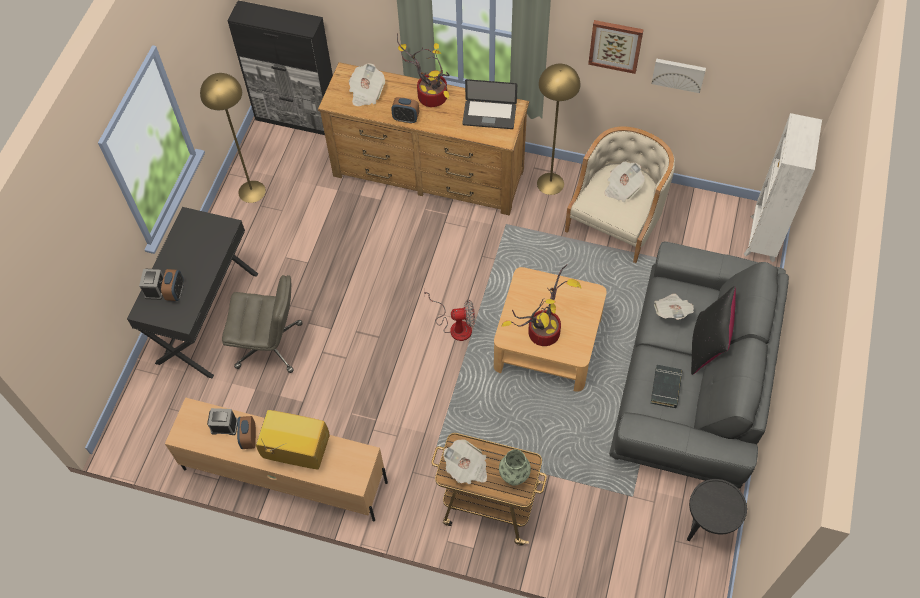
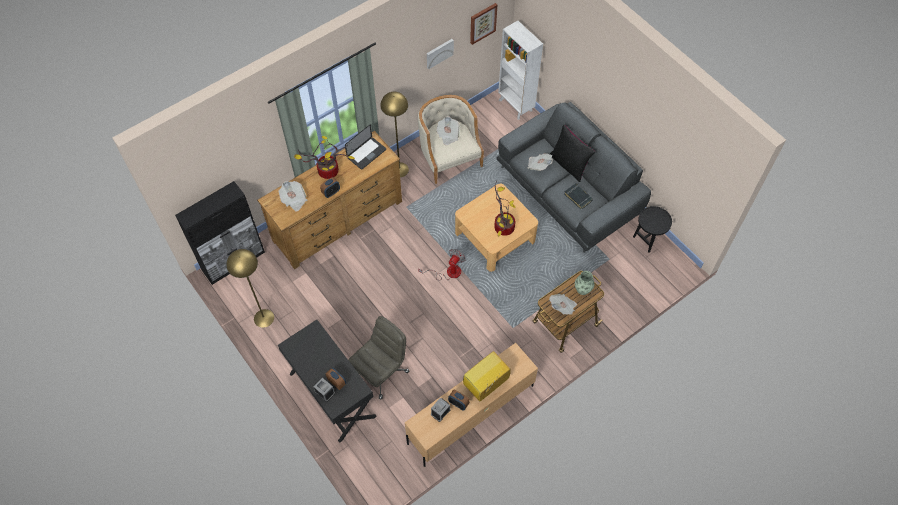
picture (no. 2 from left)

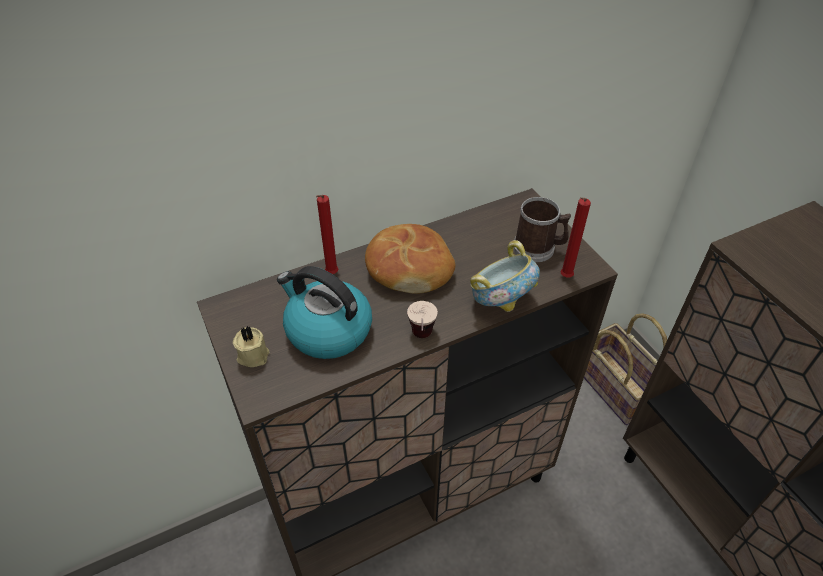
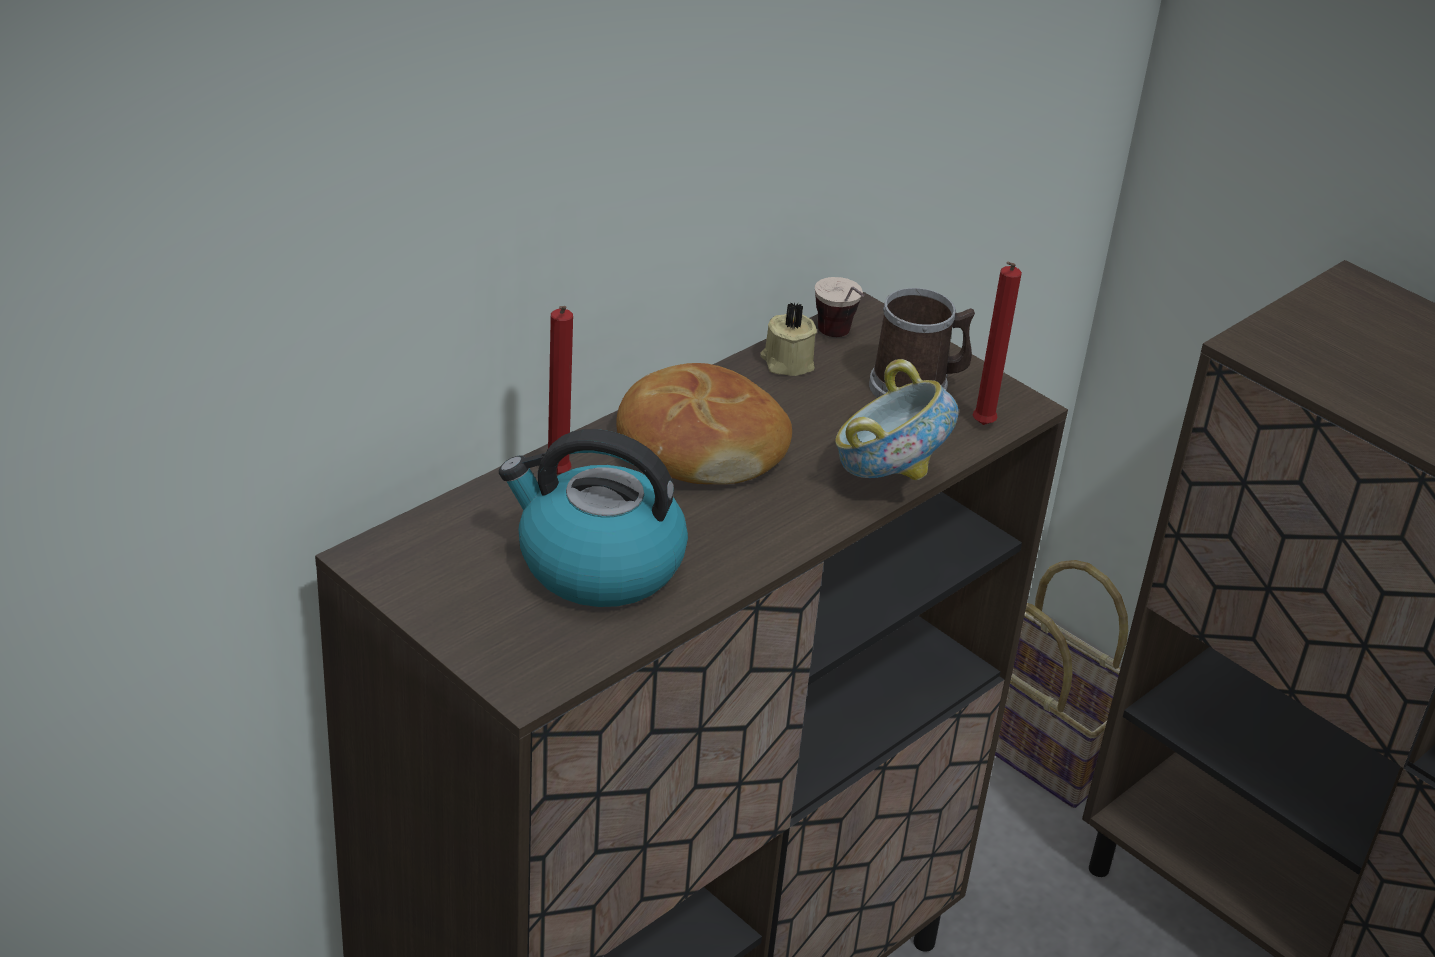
candle/beige; cup

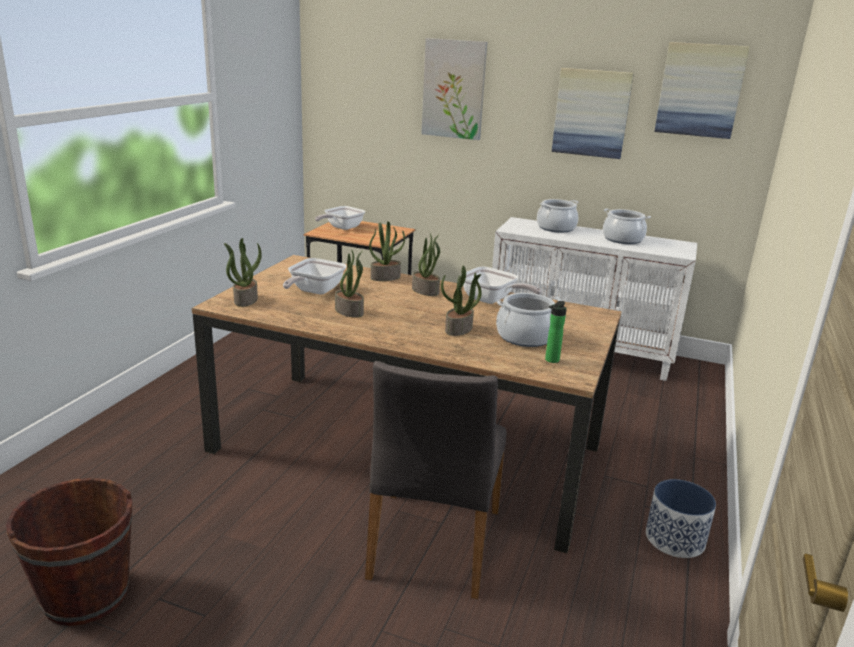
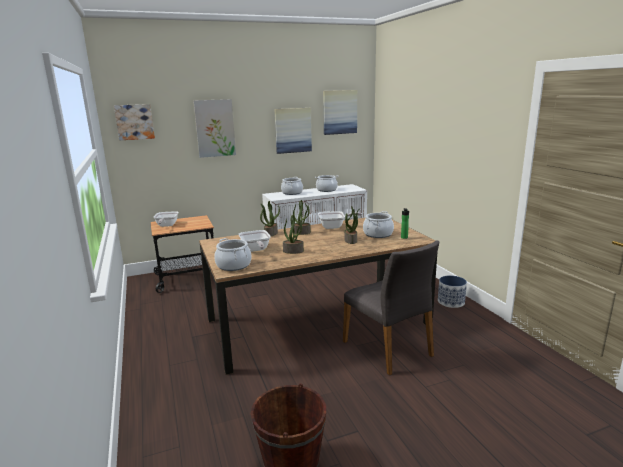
cooking pot (no. 1 from left); picture (no. 1 from left)

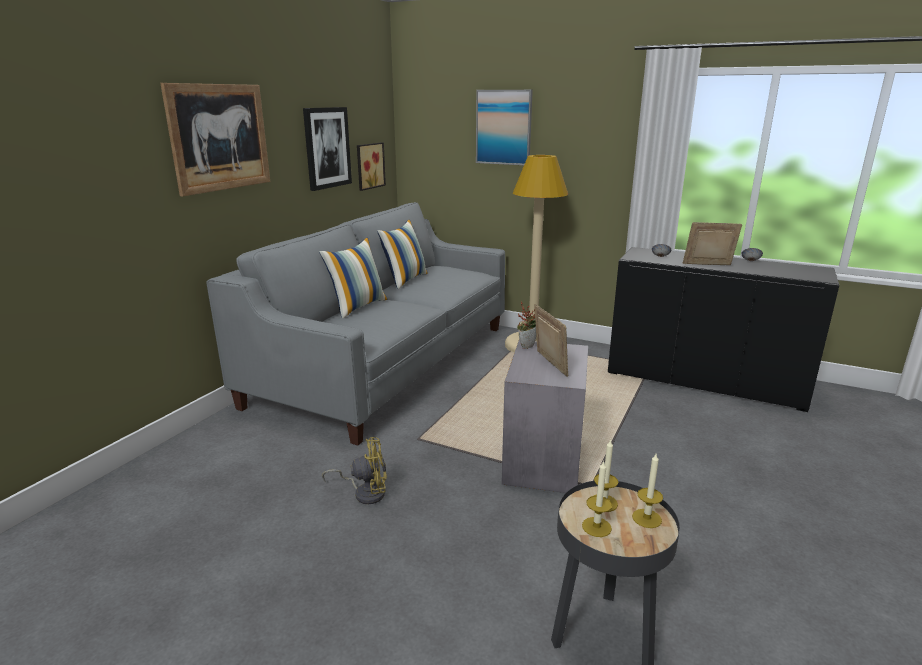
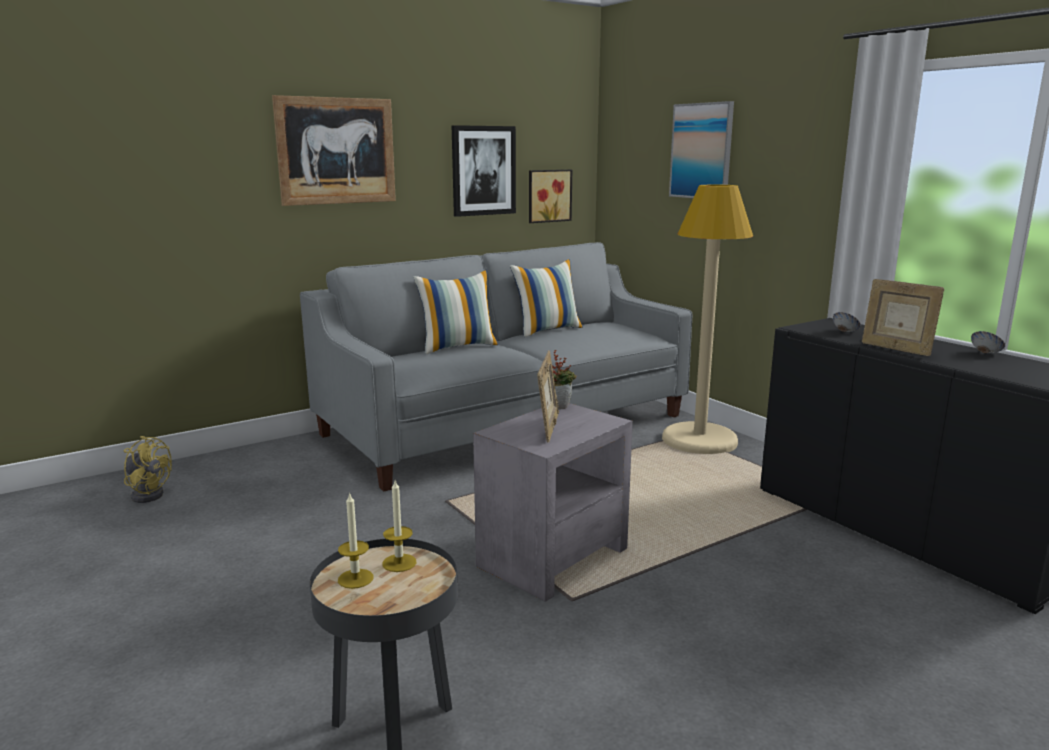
fan/yellow; candle (no. 3 from left in the first image); picture frame (no. 2 from left)

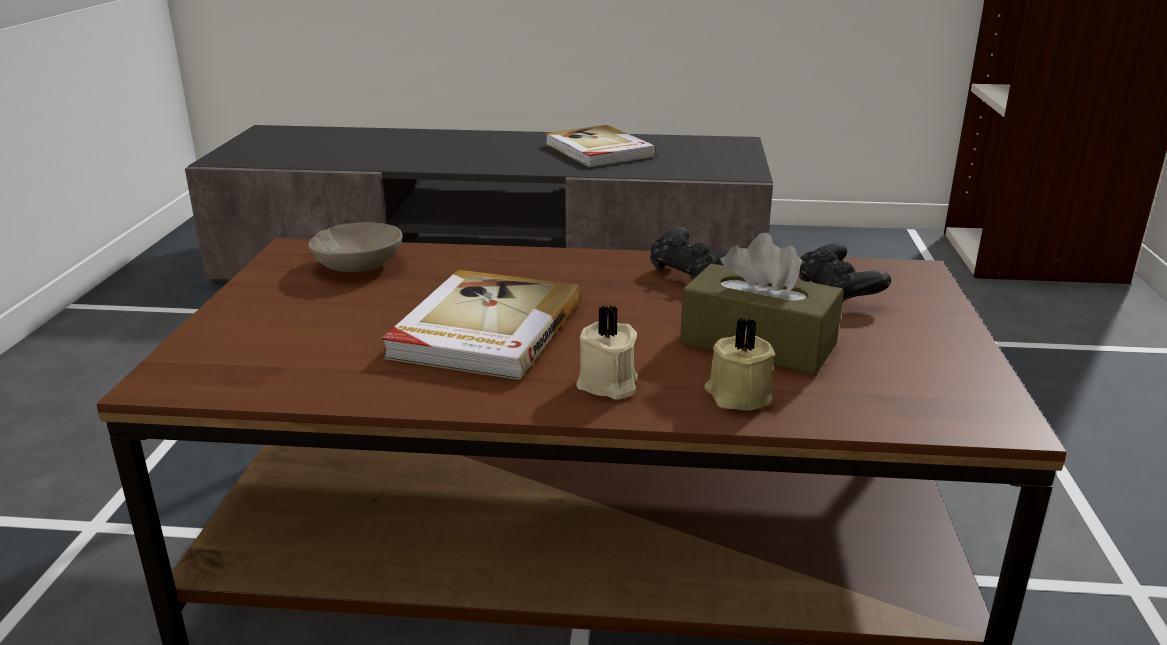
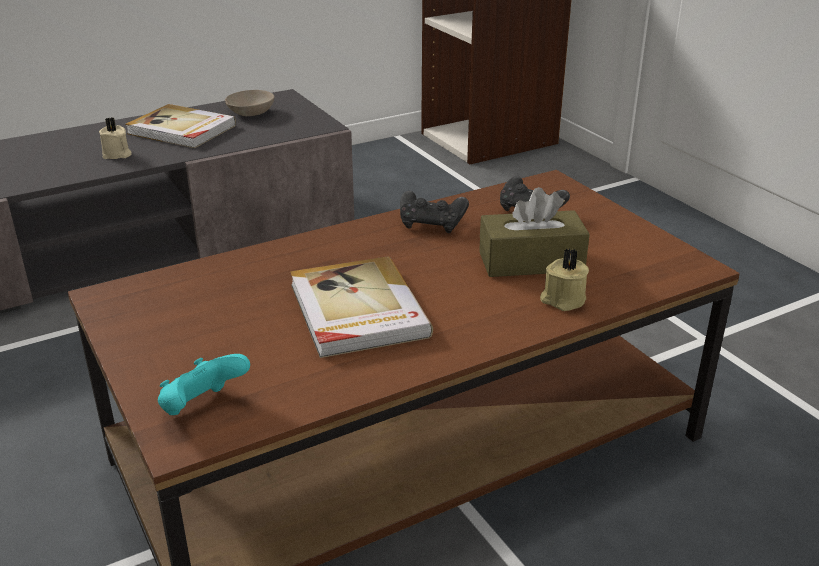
bowl/beige; candle/beige (no. 1 from left); game controller/turquoise

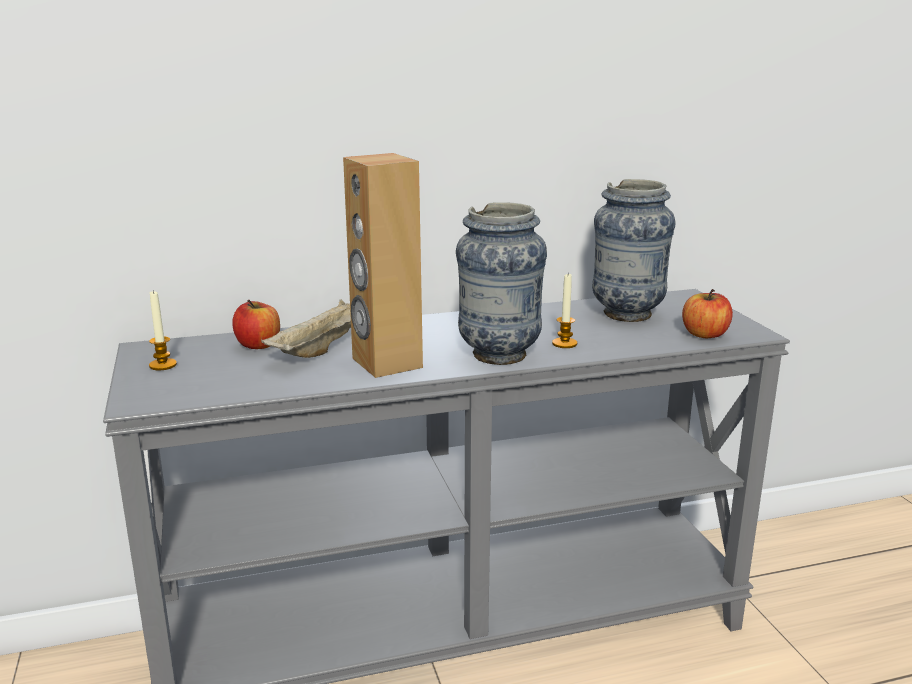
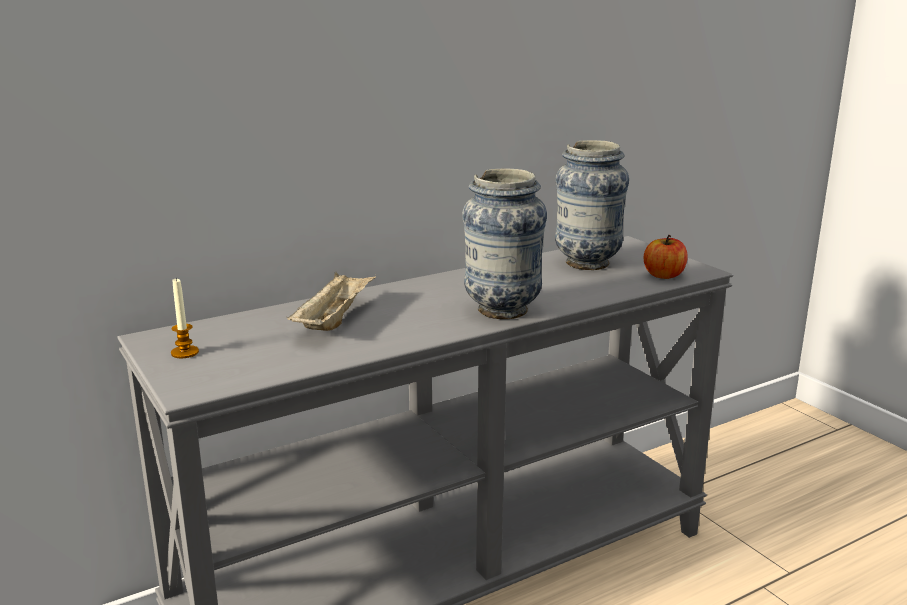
apple (no. 1 from left in the first image); speaker/brown; candle (no. 2 from left in the first image)

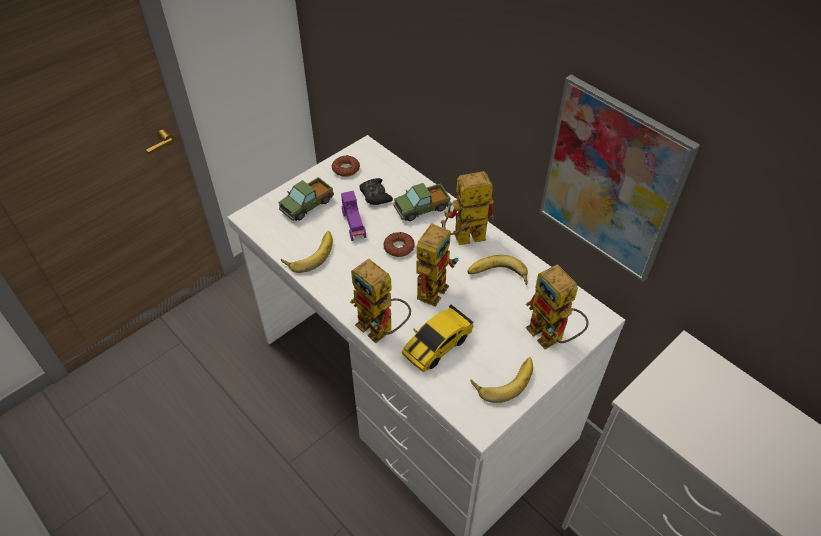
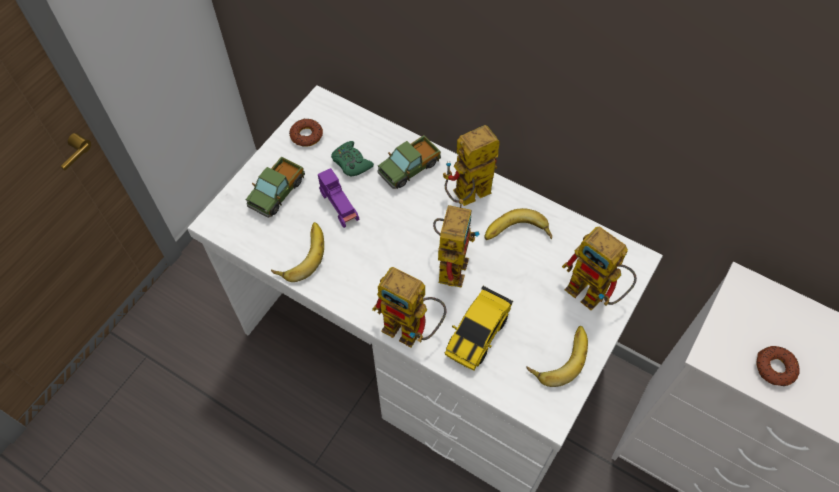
game controller/green; donut (no. 2 from left); picture

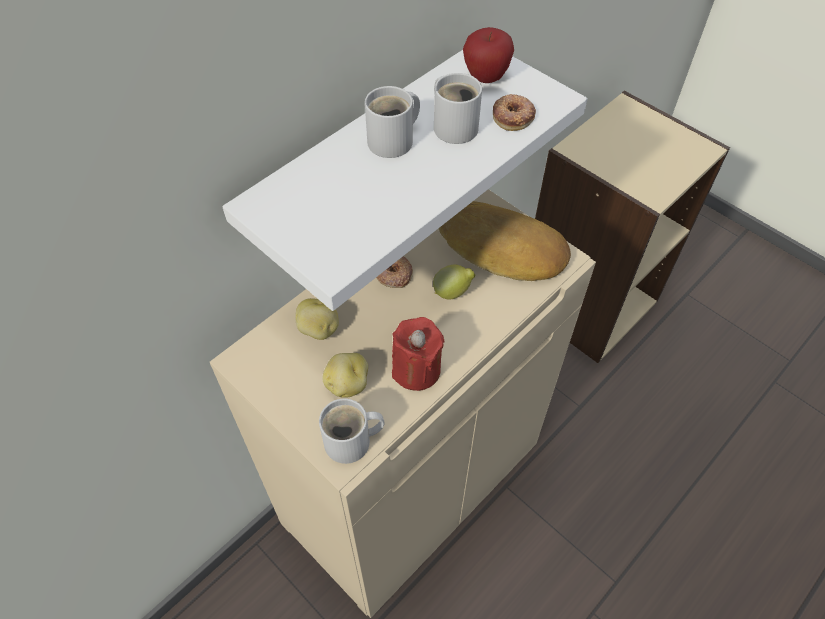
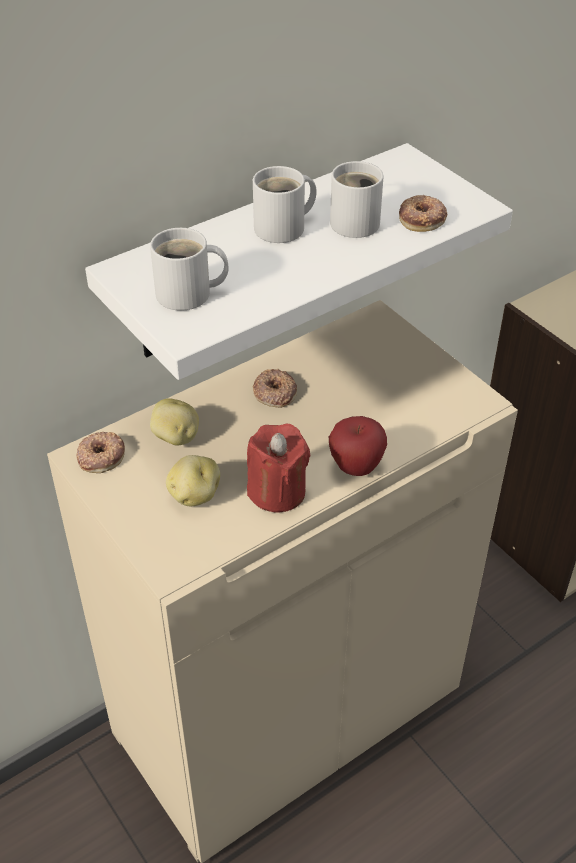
mug/white (no. 1 from left); lemon; bread; apple; donut (no. 1 from left)

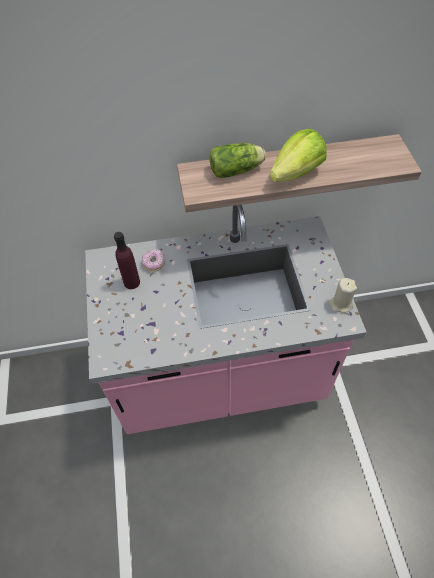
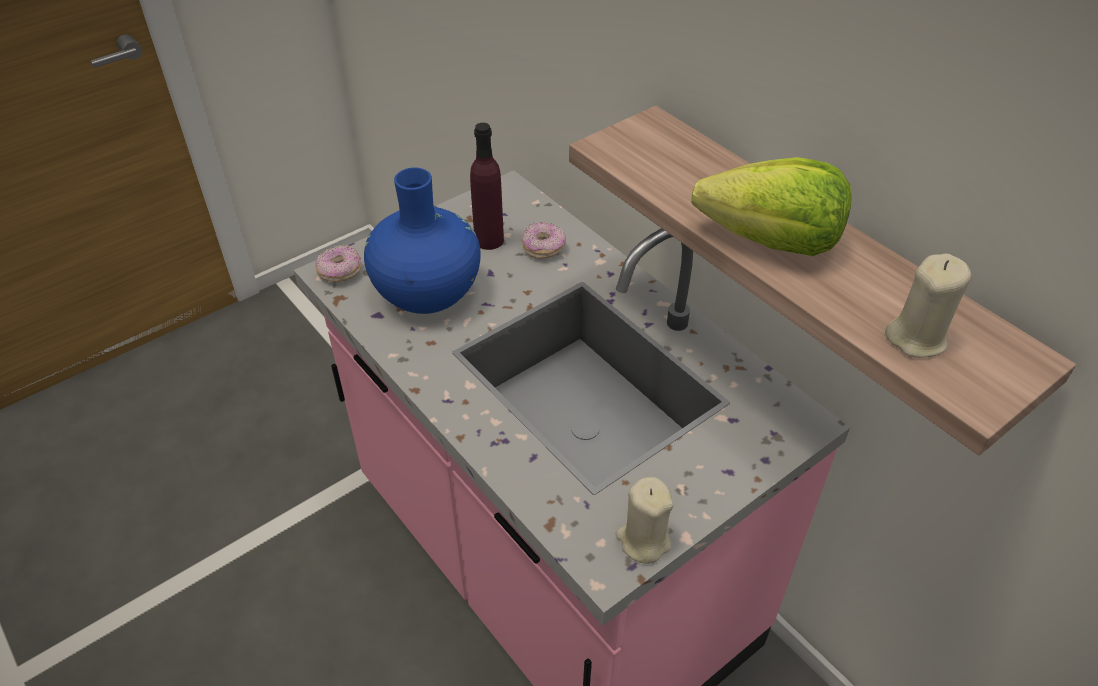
lettuce (no. 1 from left in the first image); donut (no. 1 from left); vase/blue; candle/beige (no. 2 from left)

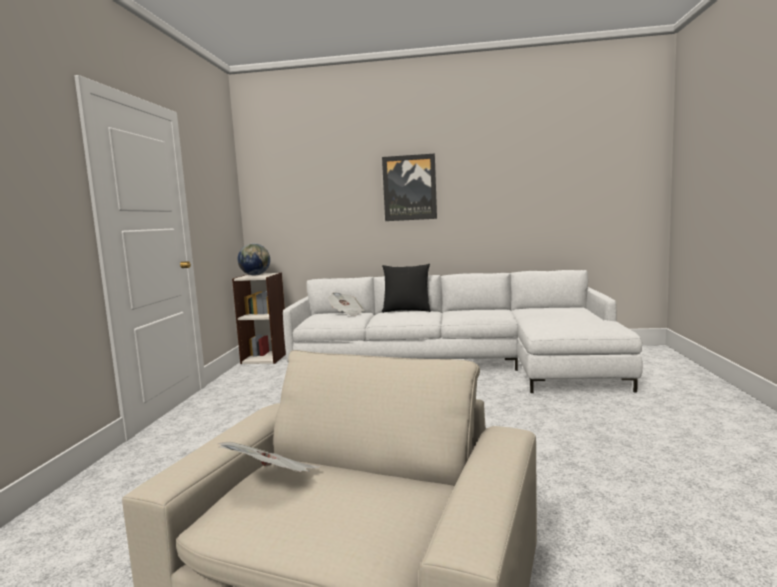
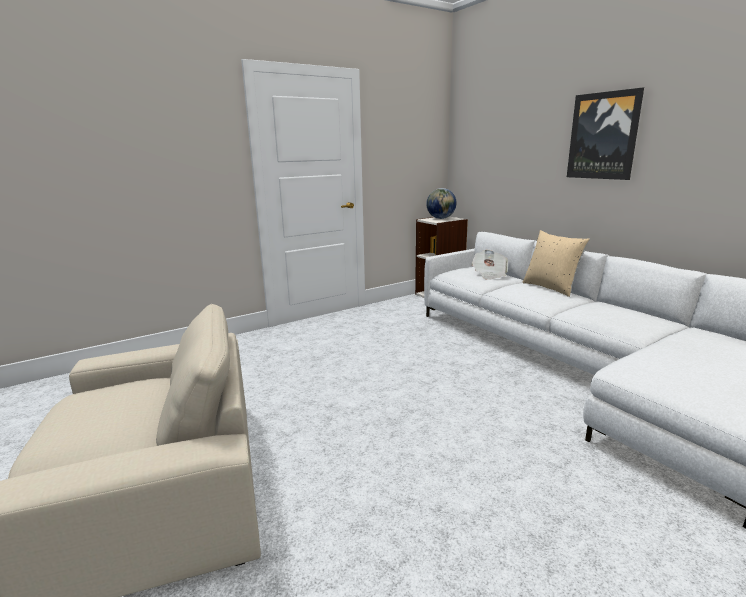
newspaper (no. 1 from left in the first image); pillow/beige

